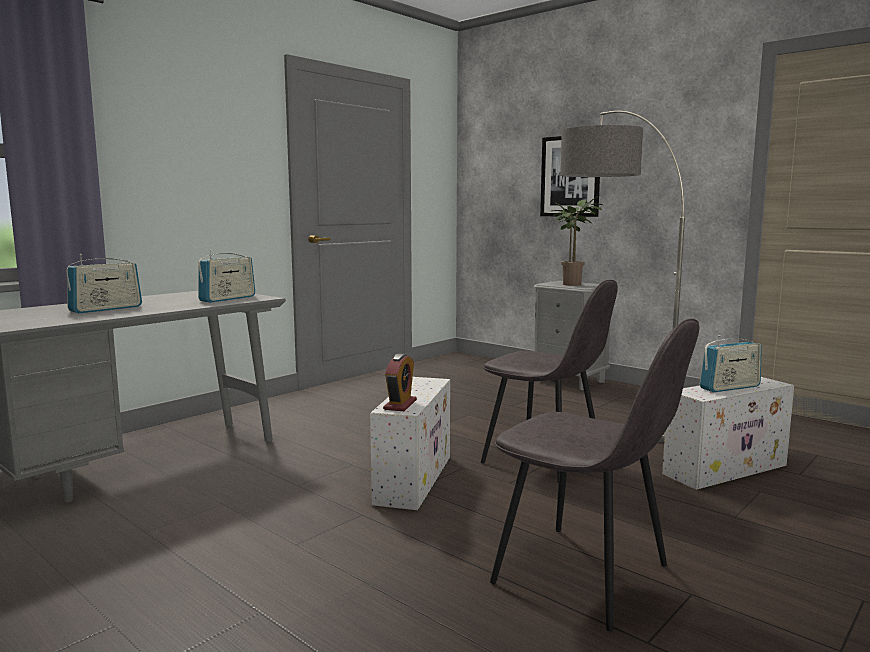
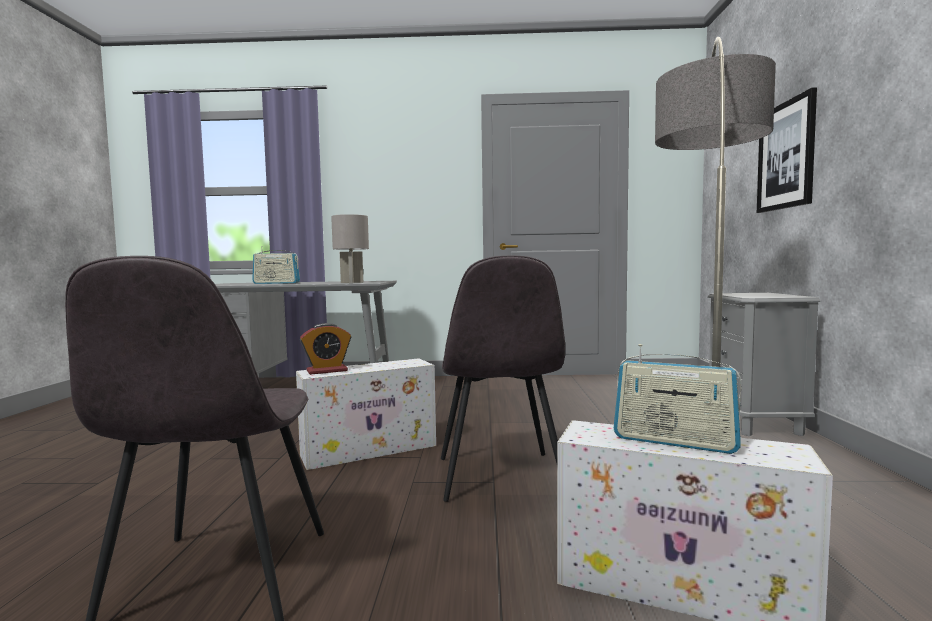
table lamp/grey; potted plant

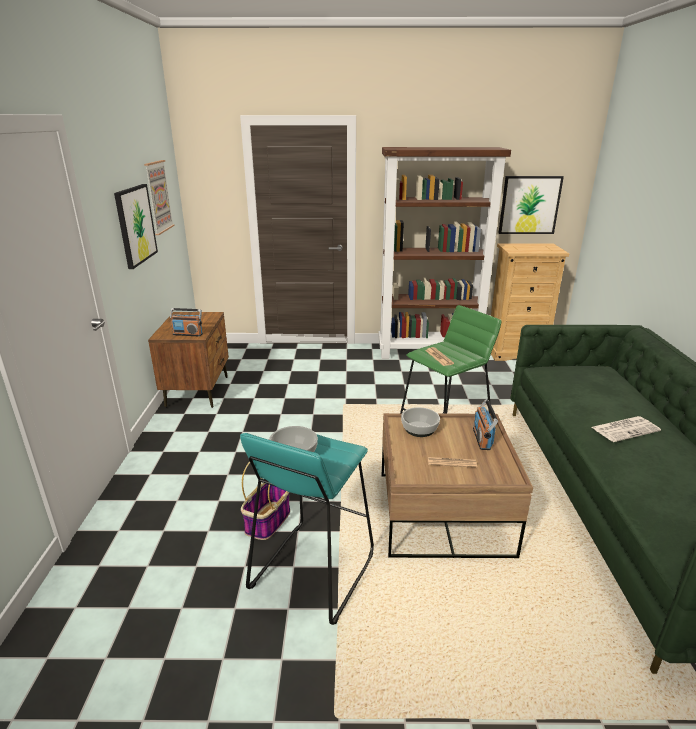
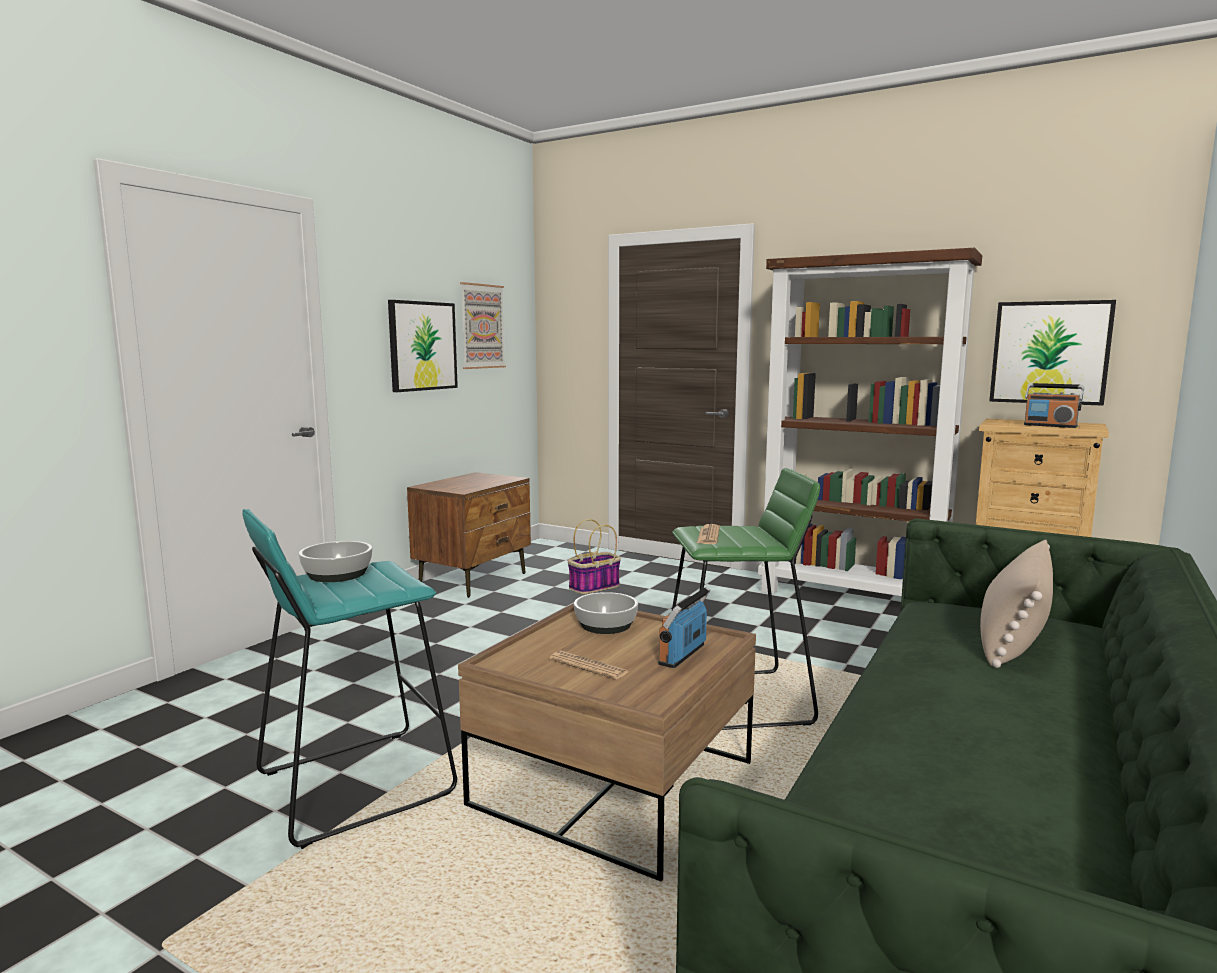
radio (no. 2 from left); basket; newspaper (no. 3 from left in the first image); pillow/beige

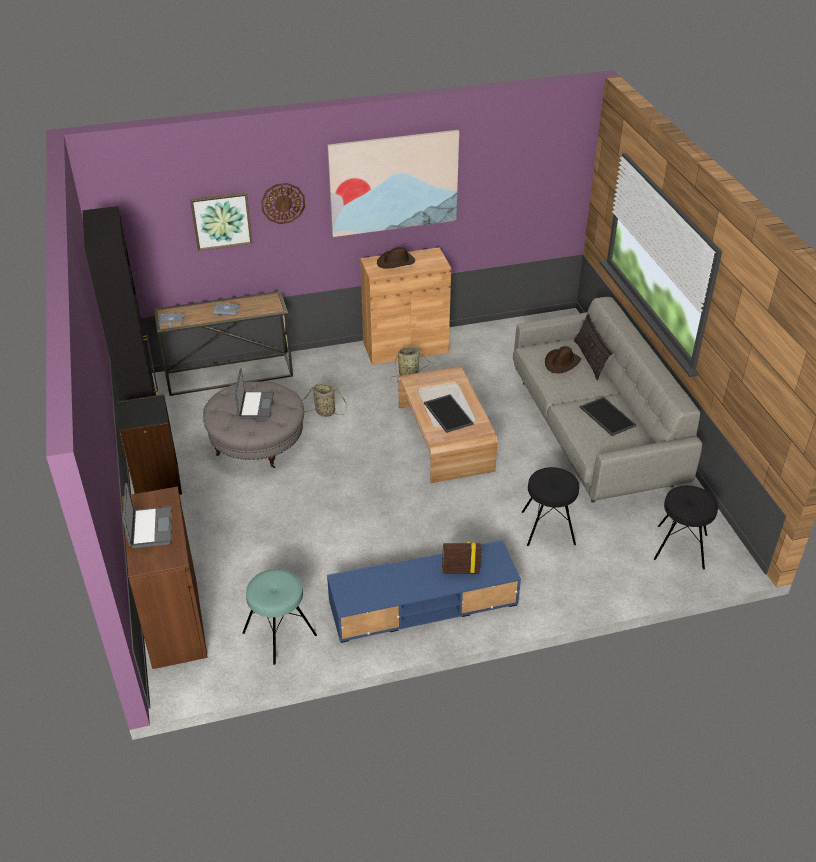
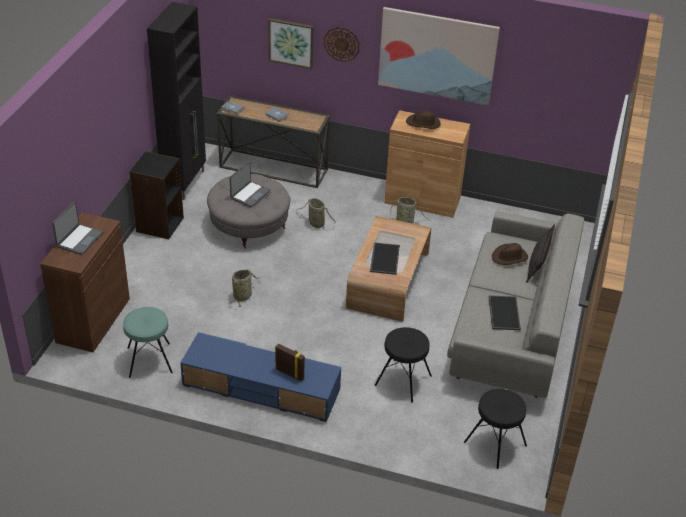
basket (no. 1 from left)

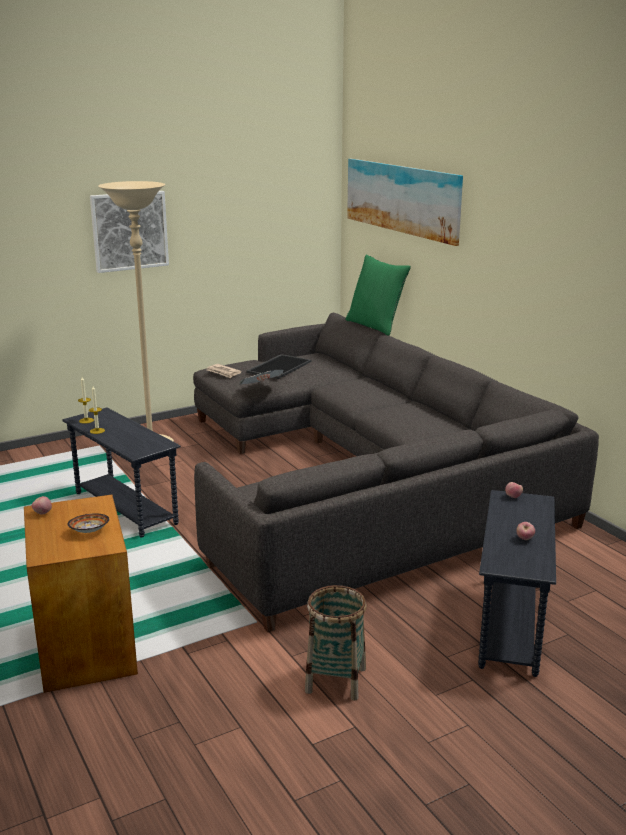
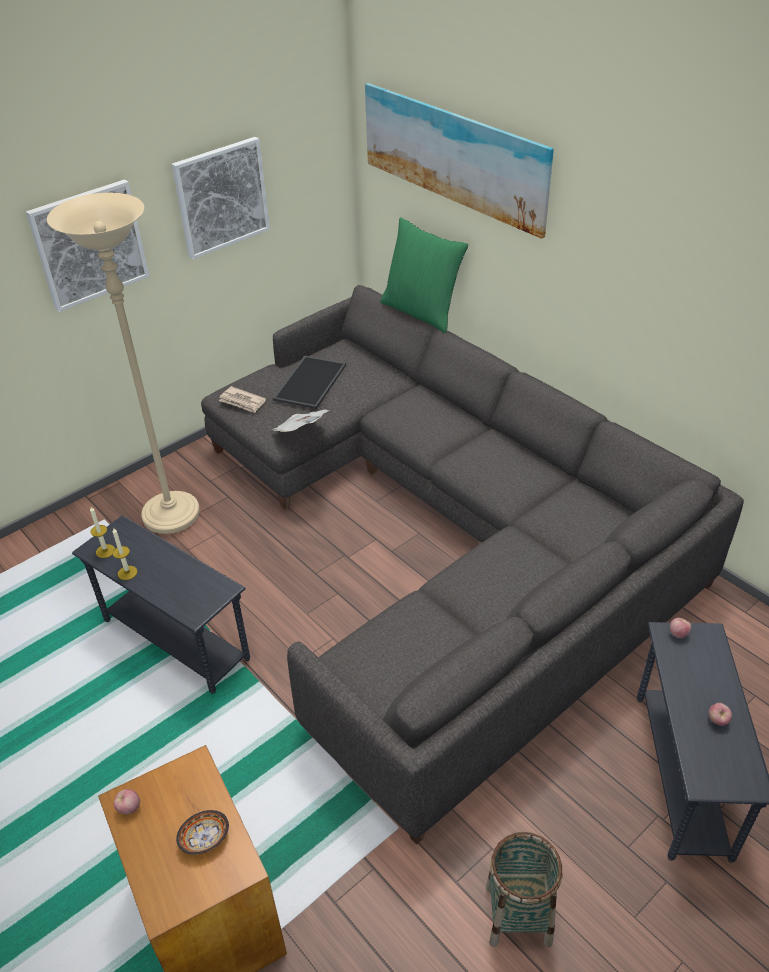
picture (no. 2 from left)

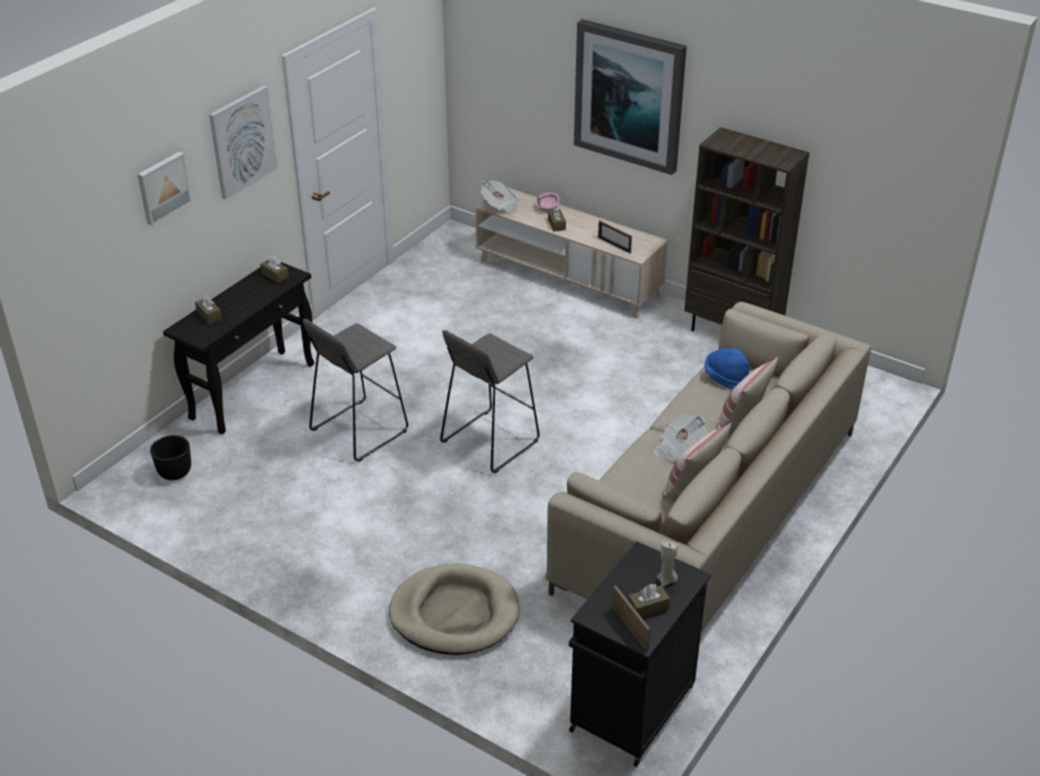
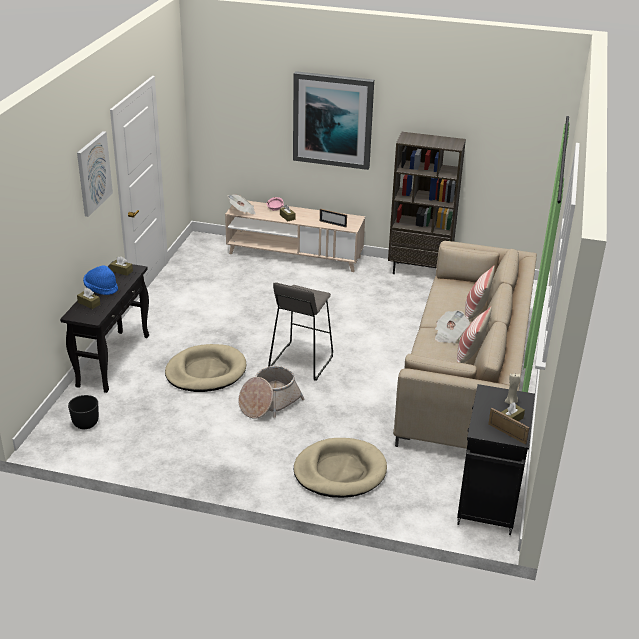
picture (no. 1 from left in the first image); dog bed/beige (no. 1 from left); hat/blue; basket

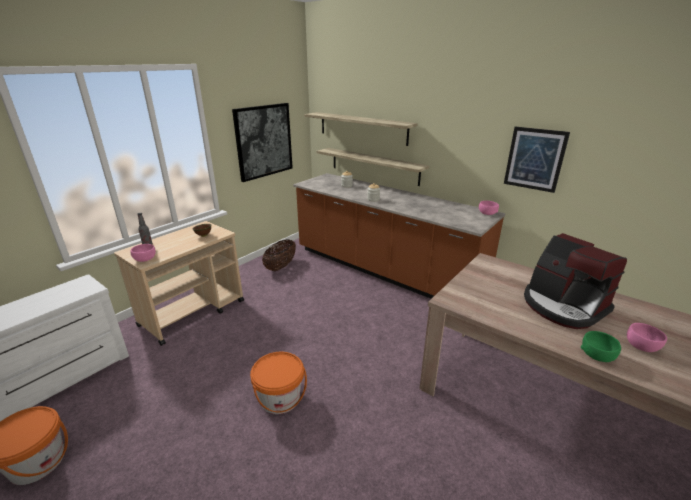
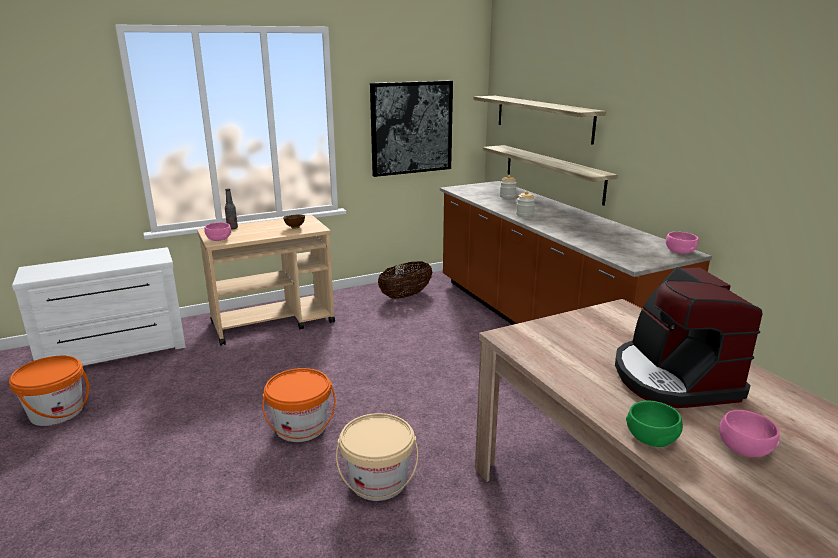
picture (no. 2 from left in the first image); bucket/beige

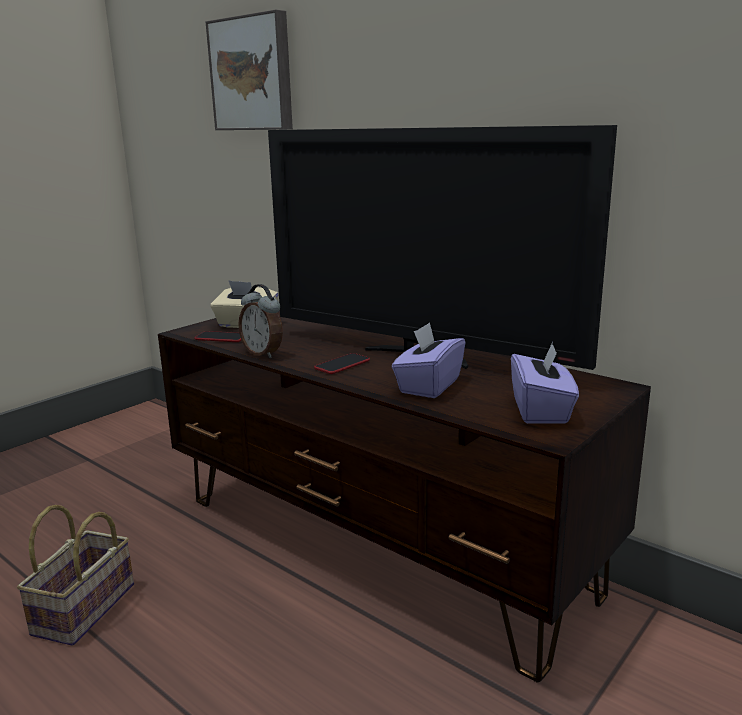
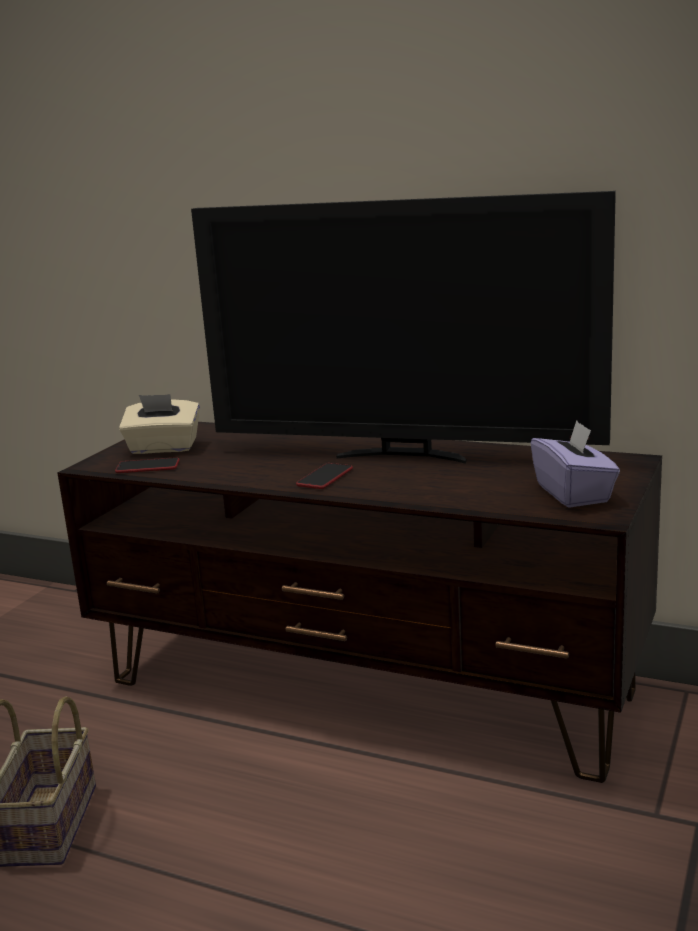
picture; alarm clock; tissue box/purple (no. 1 from left in the first image)

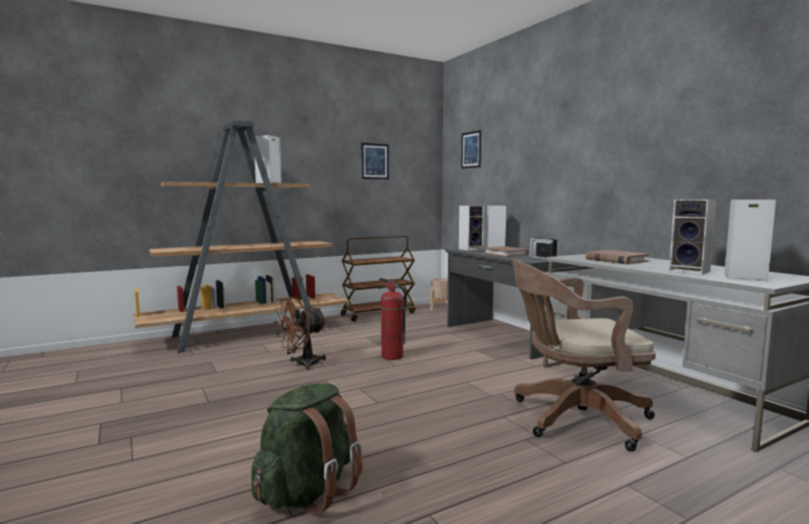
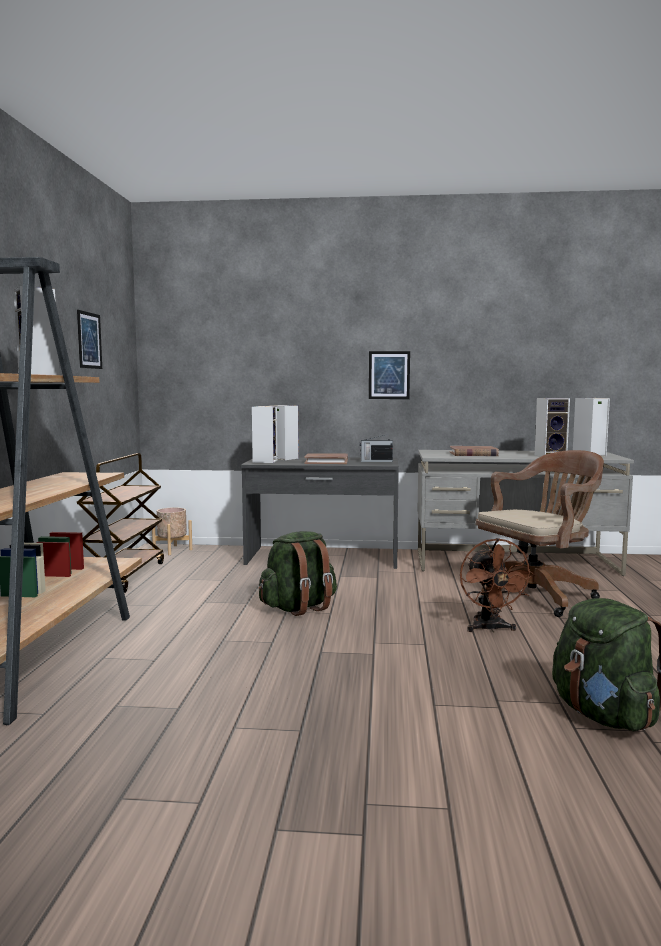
fan/brown; backpack/green (no. 1 from left); picture (no. 2 from left); office chair/brown

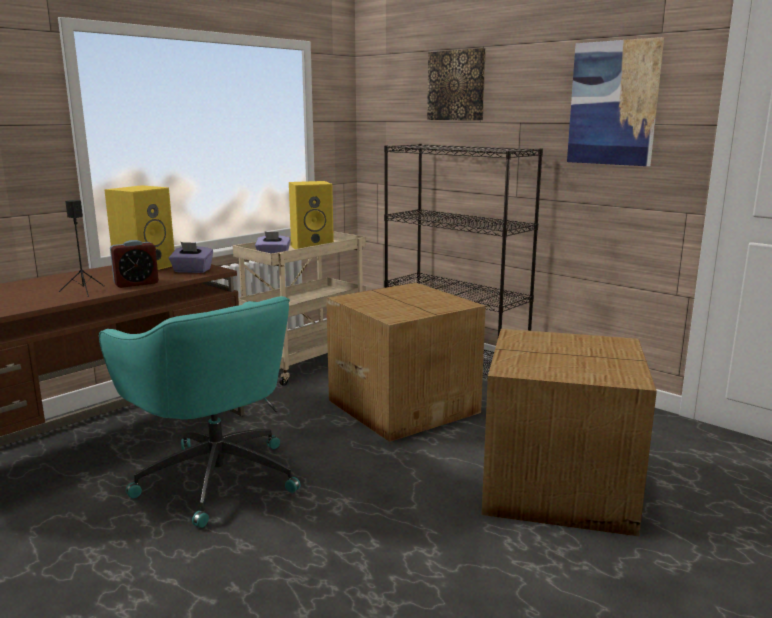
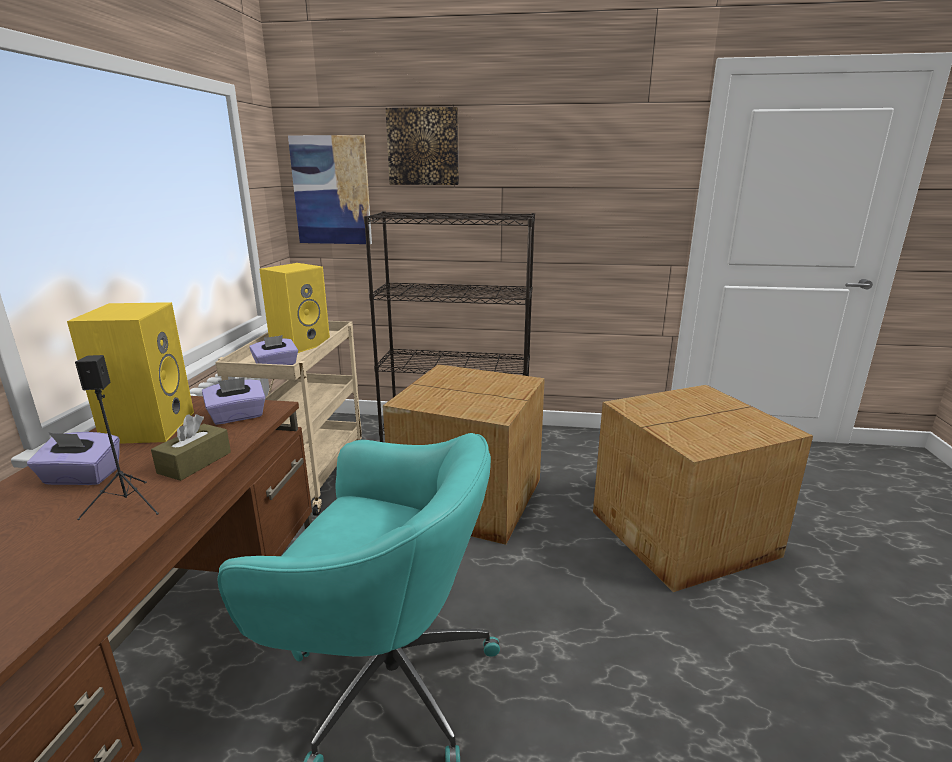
tissue box/brown; picture (no. 1 from left); tissue box/purple (no. 1 from left)

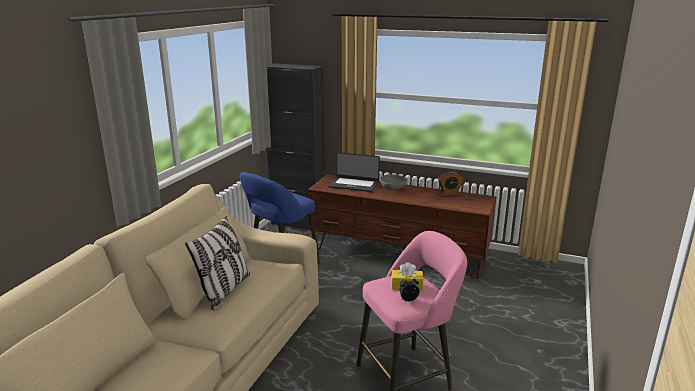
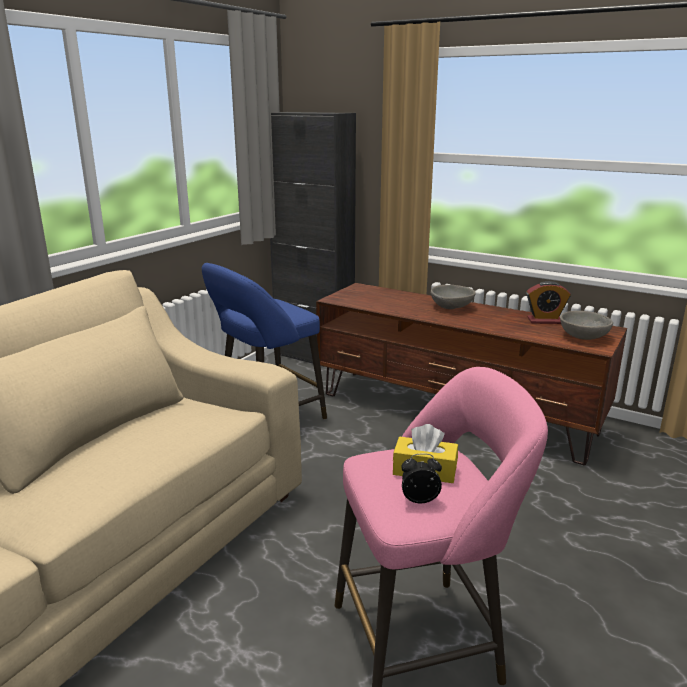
pillow; laptop; bowl/grey (no. 2 from left)

